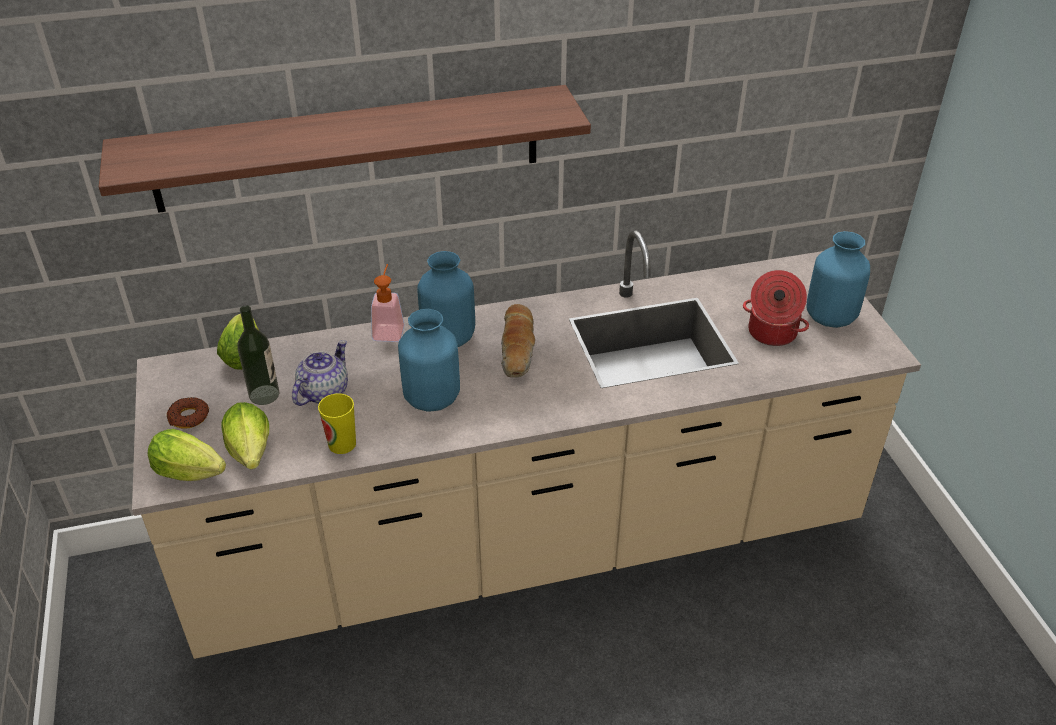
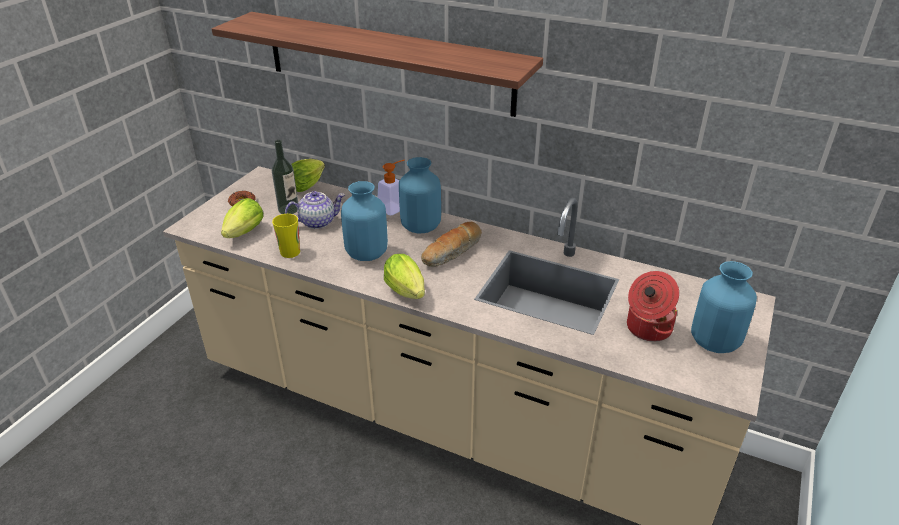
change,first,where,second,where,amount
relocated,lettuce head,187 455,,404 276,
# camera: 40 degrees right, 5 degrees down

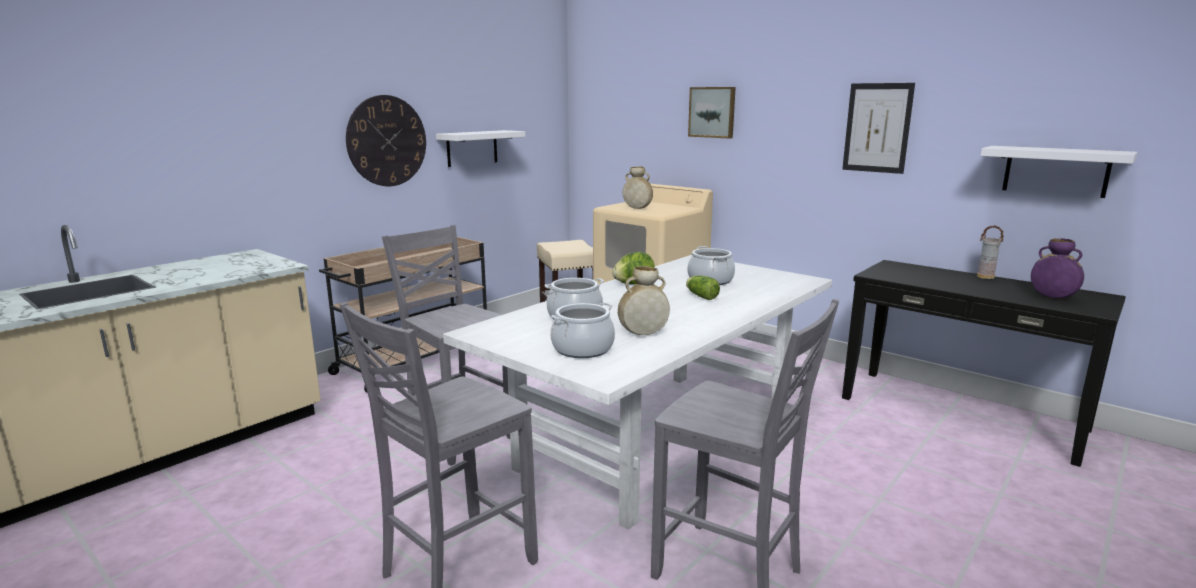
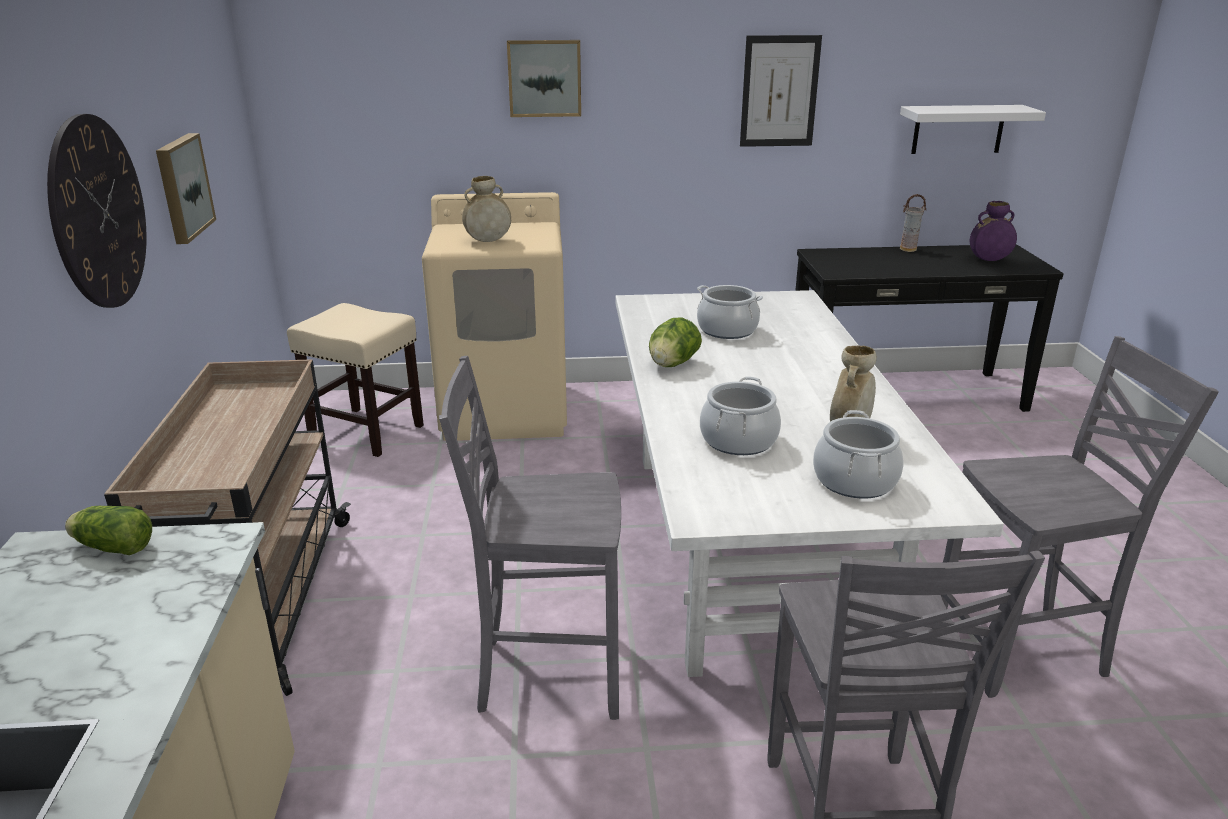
change,first,where,second,where,amount
exchanged,bracket shelf (whitish),480 148,wall art,186 188,
relocated,lettuce head,703 287,,108 530,
# camera: 45 degrees left, 10 degrees up

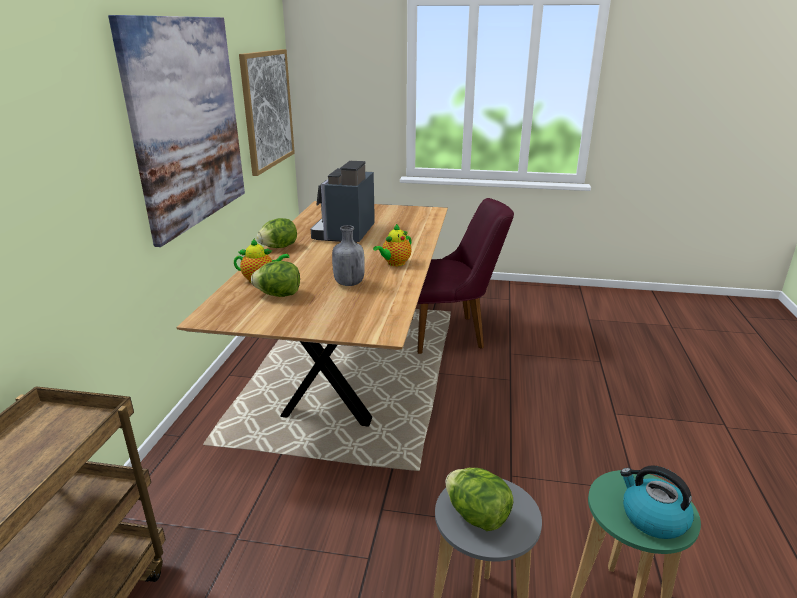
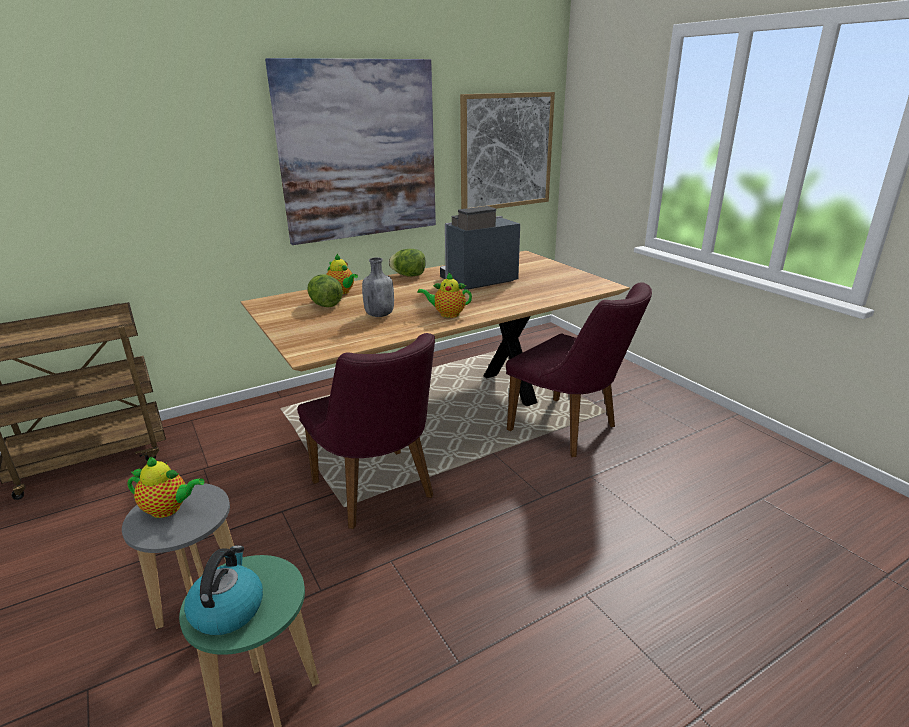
change,first,where,second,where,amount
exchanged,lettuce head,479 499,tea pot,166 487,
appeared,,,chair (purple),366 431,
# camera: 50 degrees right, 0 degrees up

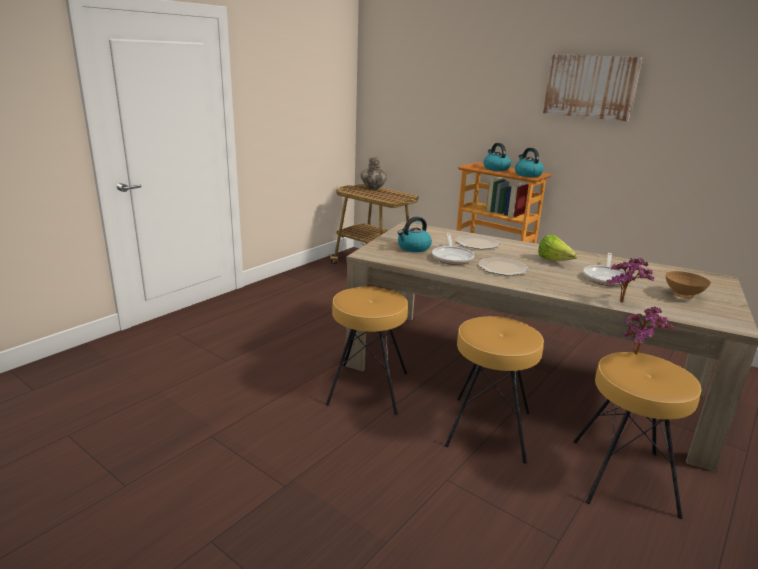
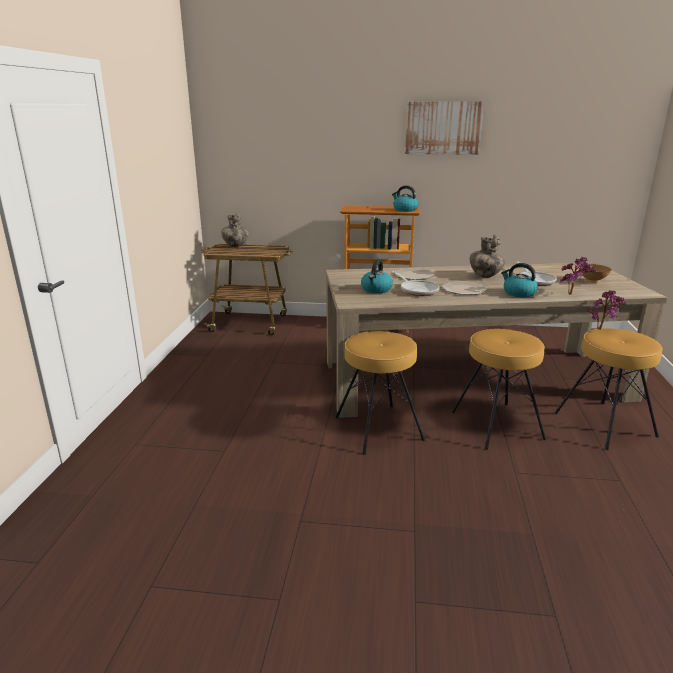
change,first,where,second,where,amount
relocated,tea kettle,497 157,,519 280,
exchanged,lettuce head,558 248,decorative vase,487 256,
# camera: 30 degrees left, 0 degrees up

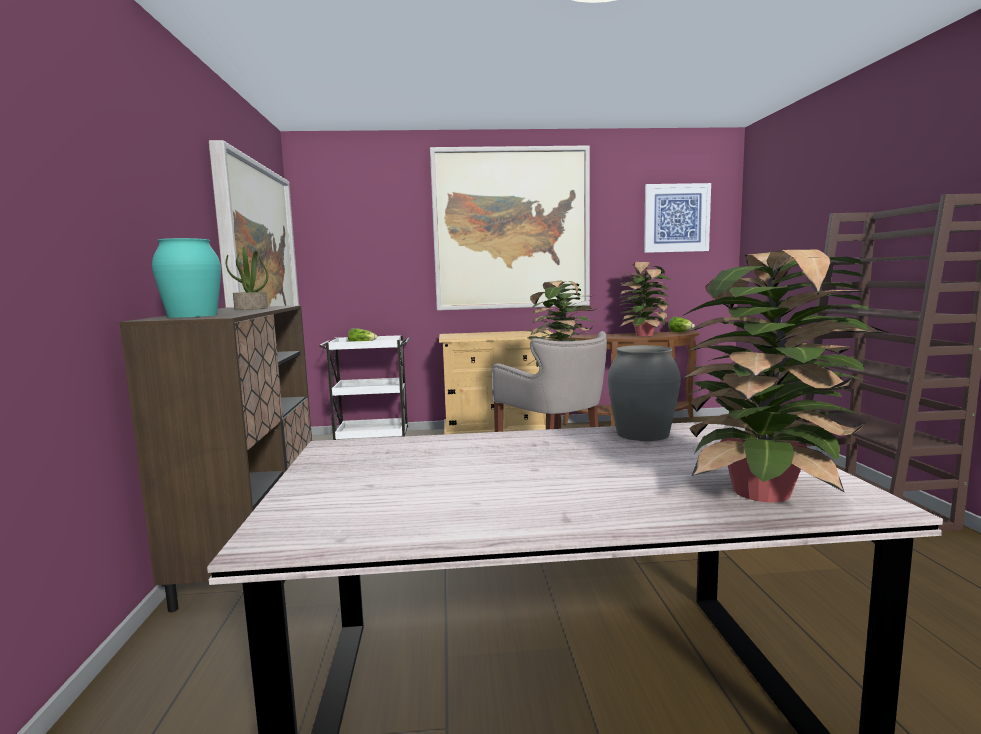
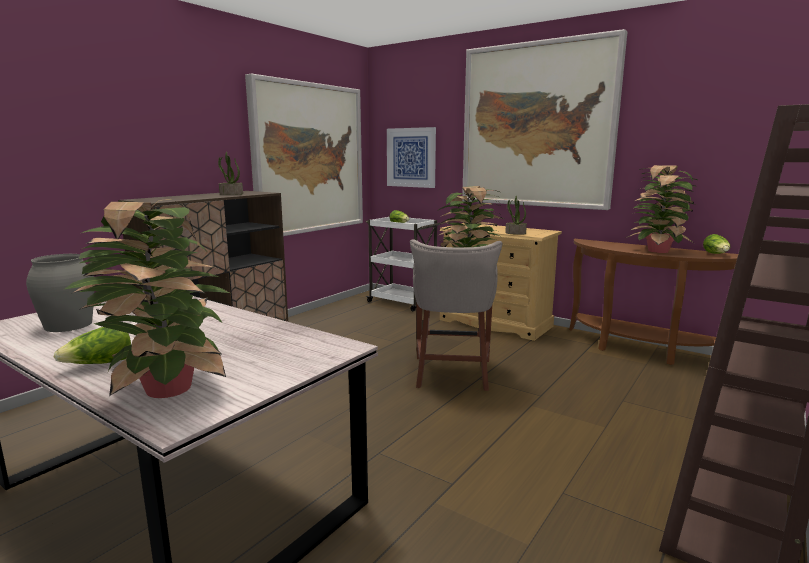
change,first,where,second,where,amount
missing,decorative vase (blue-green),186 278,,,
relocated,decorative vase (grey),644 393,,60 293,
relocated,wall art,677 218,,411 157,
appeared,,,lettuce head,92 345,
appeared,,,potted plant,516 215,
# camera: 40 degrees right, 5 degrees up

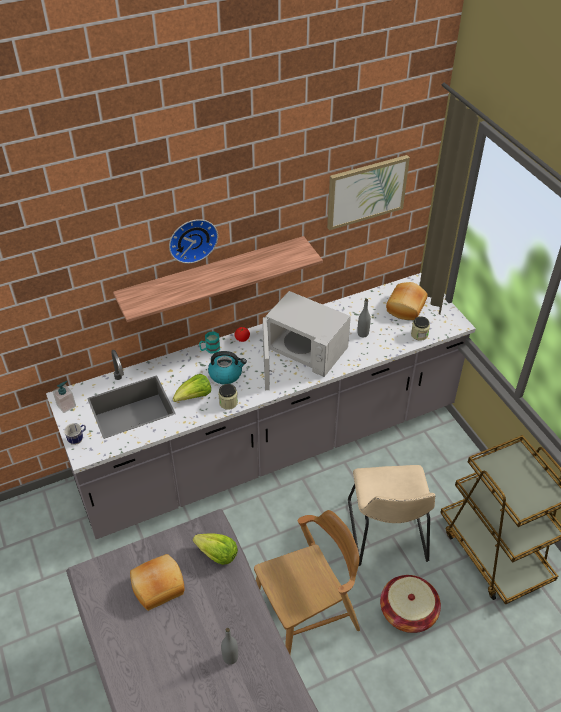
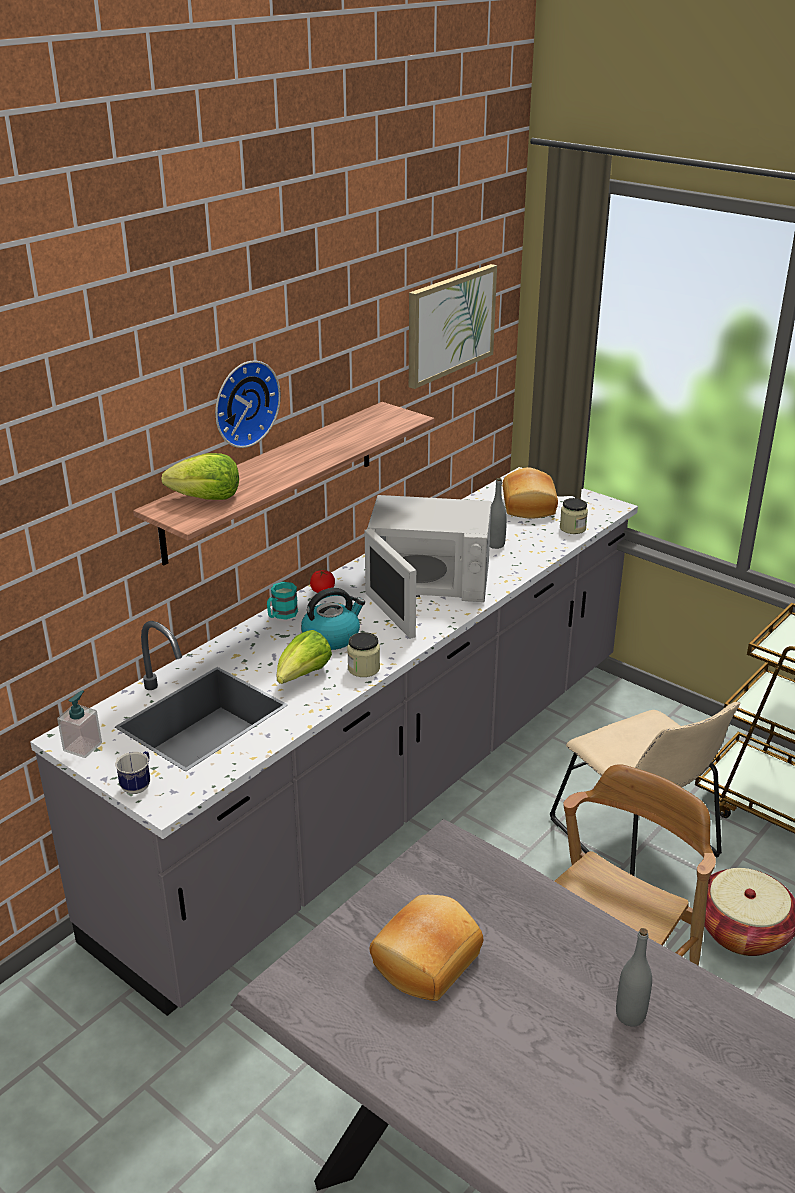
change,first,where,second,where,amount
relocated,lettuce head,215 549,,200 476,
# camera: 25 degrees left, 15 degrees down

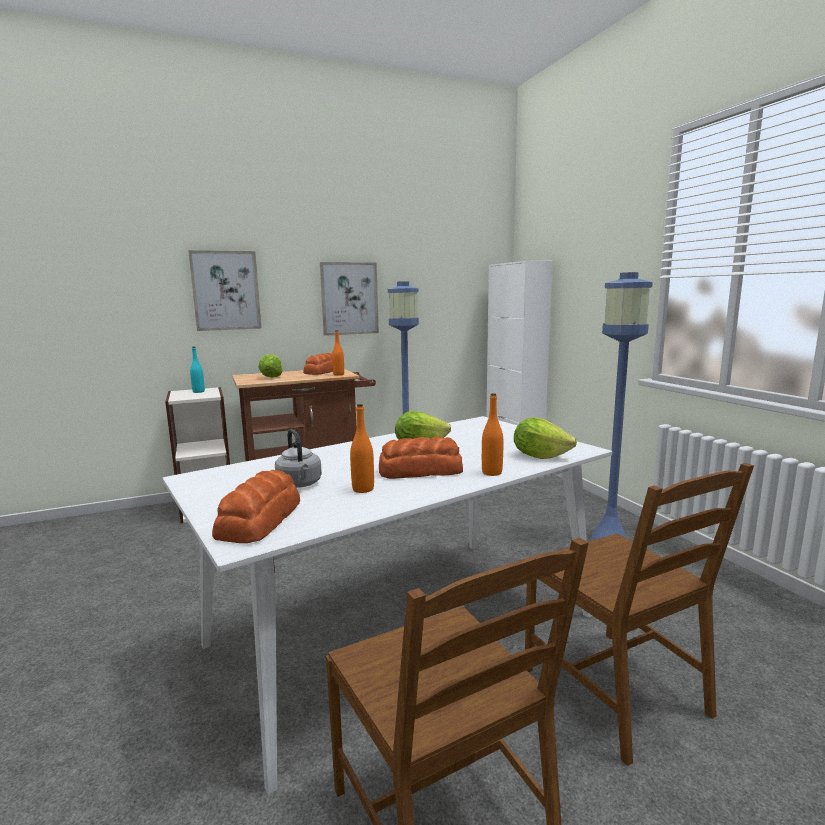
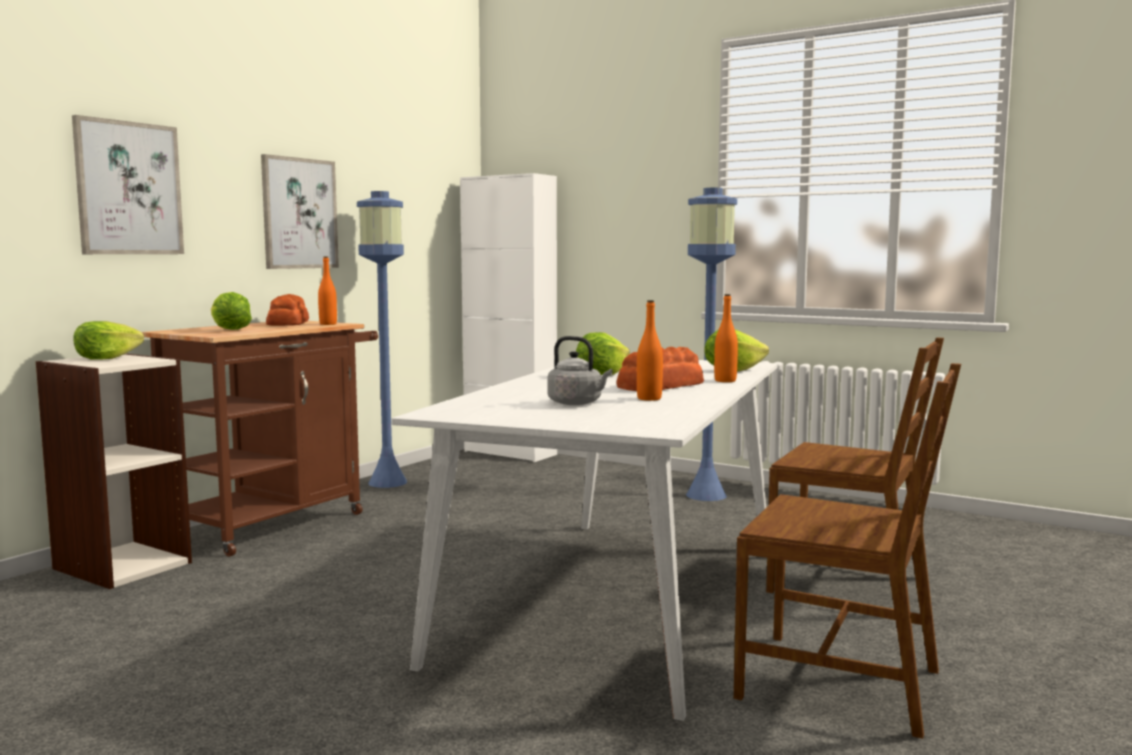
change,first,where,second,where,amount
exchanged,beverage bottle (blue-green),197 370,lettuce head,108 340,
missing,bakery bread,256 506,,,
# camera: 35 degrees left, 5 degrees down

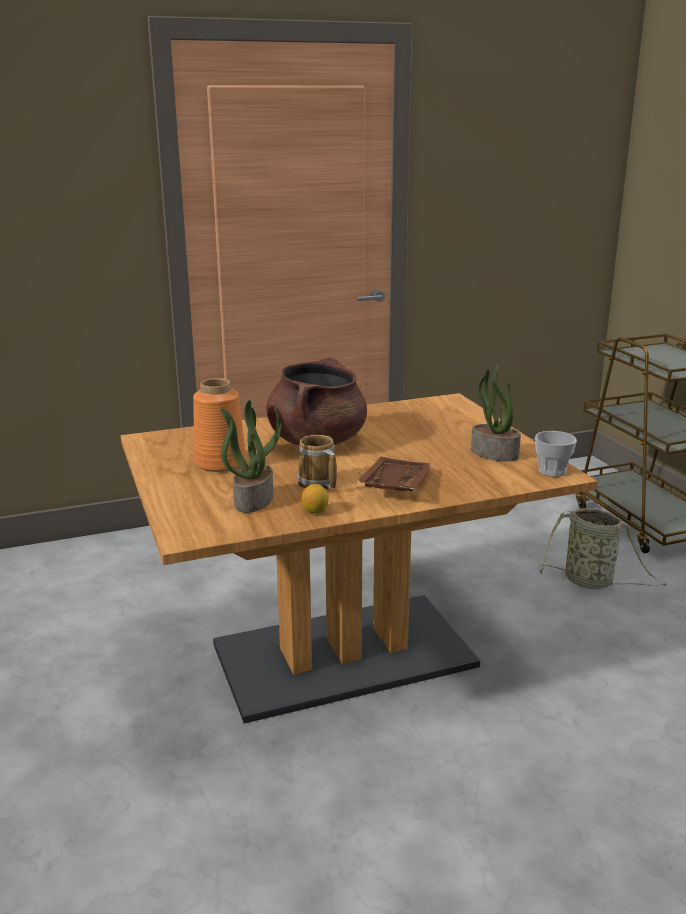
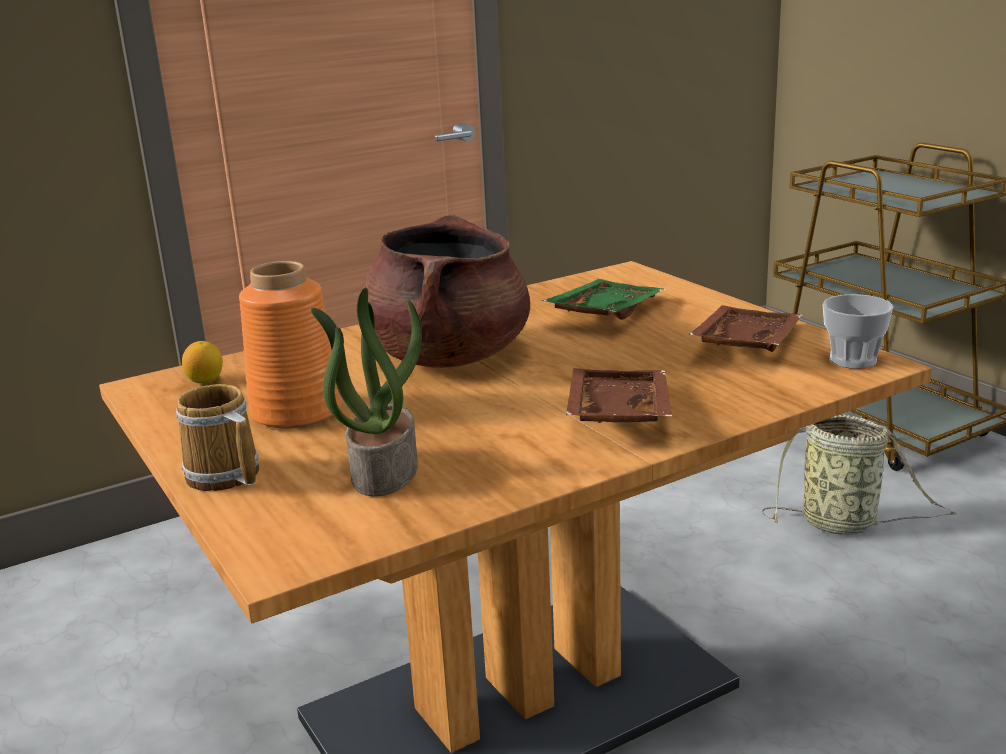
change,first,where,second,where,amount
relocated,mug,317 462,,217 437,
relocated,lemon,315 498,,202 362,
exchanged,potted plant,496 412,serving tray (brownish),745 328,
appeared,,,serving tray (greenish),604 299,
# camera: 10 degrees left, 0 degrees up

